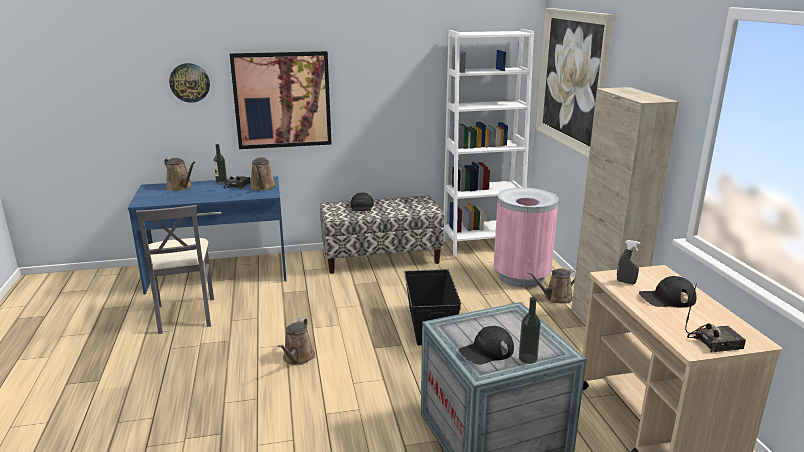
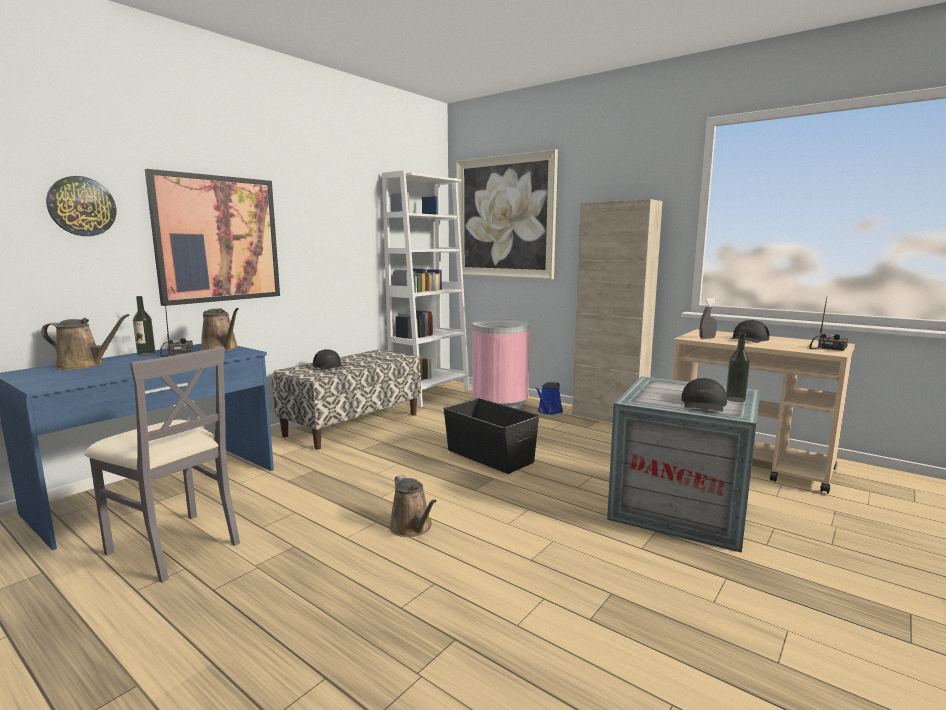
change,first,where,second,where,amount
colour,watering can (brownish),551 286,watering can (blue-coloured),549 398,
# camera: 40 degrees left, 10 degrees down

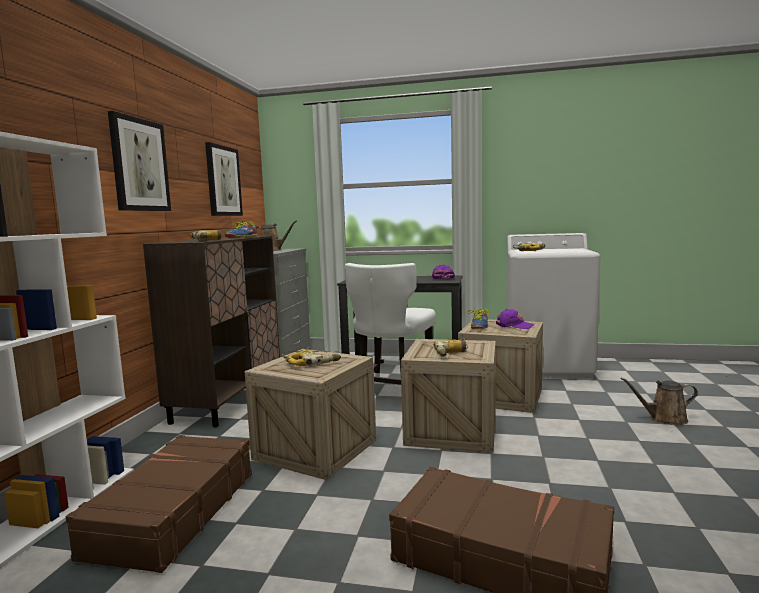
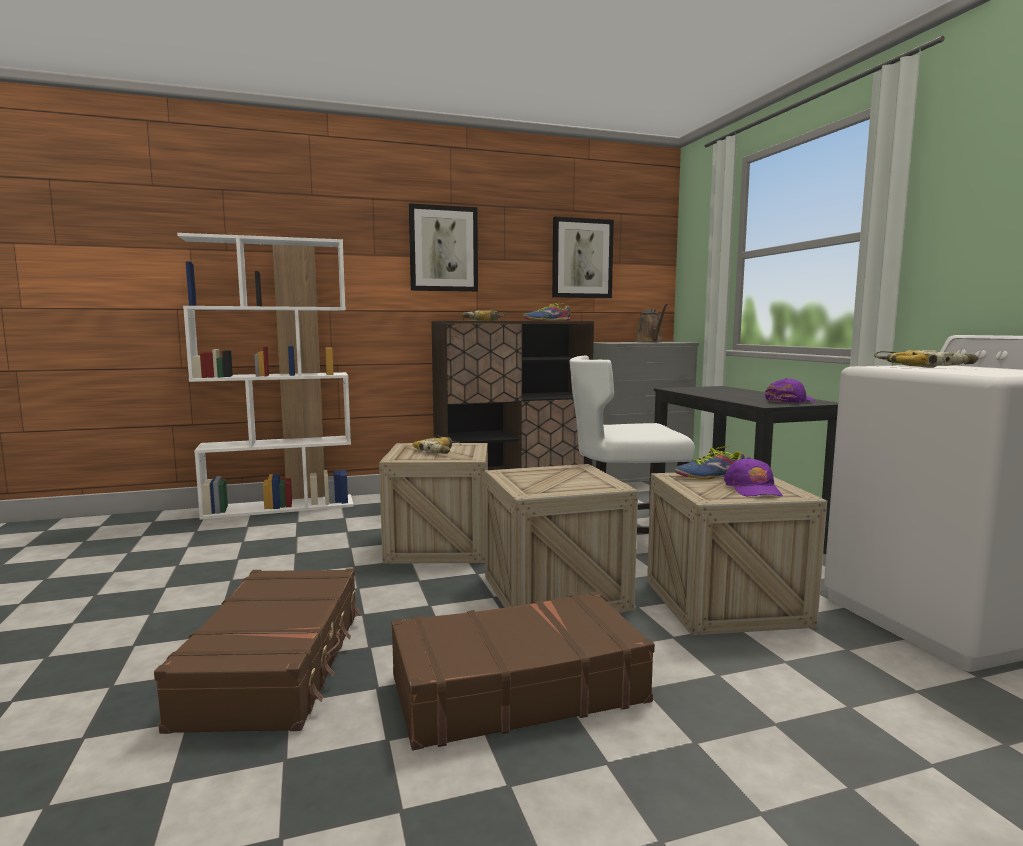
change,first,where,second,where,amount
relocated,suitcase (brownish),159 504,,523 671,
missing,drill,450 347,,,
missing,watering can (brownish),659 401,,,
# camera: 60 degrees right, 0 degrees up

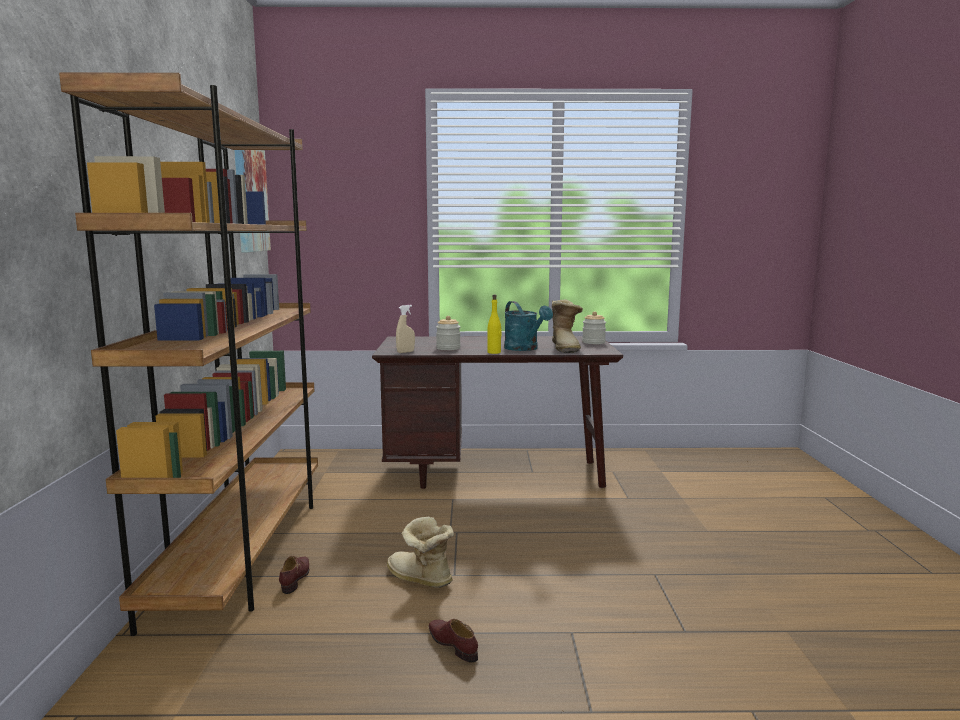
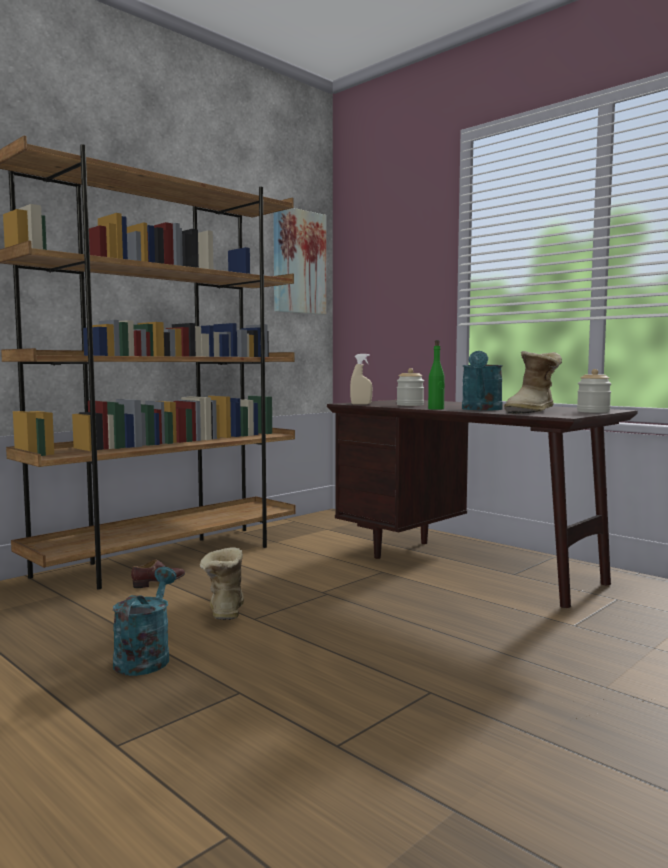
change,first,where,second,where,amount
exchanged,item of footwear (brownish),453 640,watering can (blue-green),144 621,
colour,beverage bottle (yellow-coloured),495 324,beverage bottle (greenish),436 375,
# camera: 45 degrees right, 5 degrees down

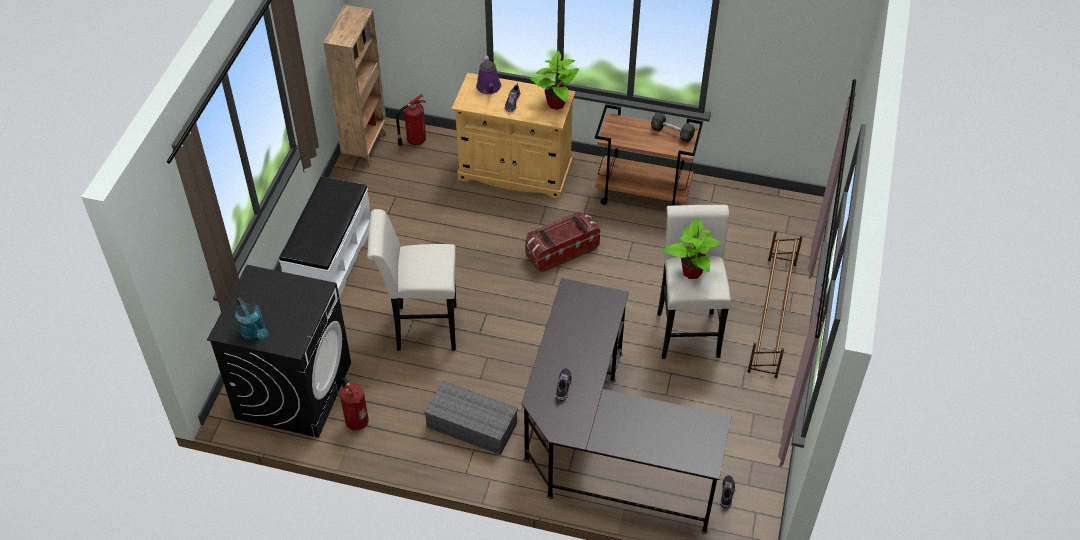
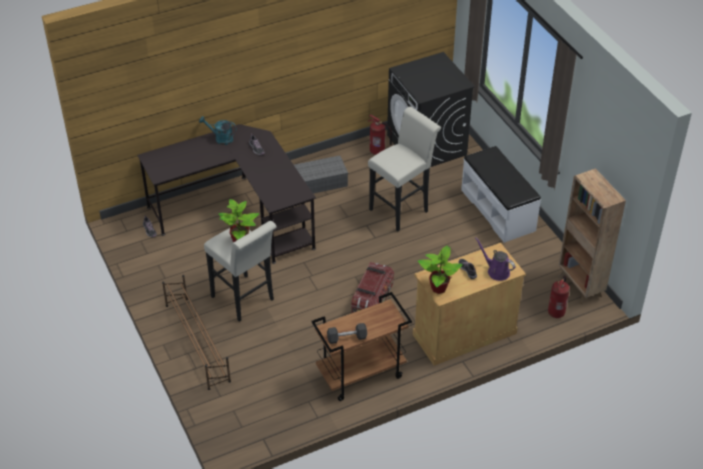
change,first,where,second,where,amount
relocated,watering can (blue-green),251 319,,218 130,
# camera: 140 degrees right, 5 degrees down

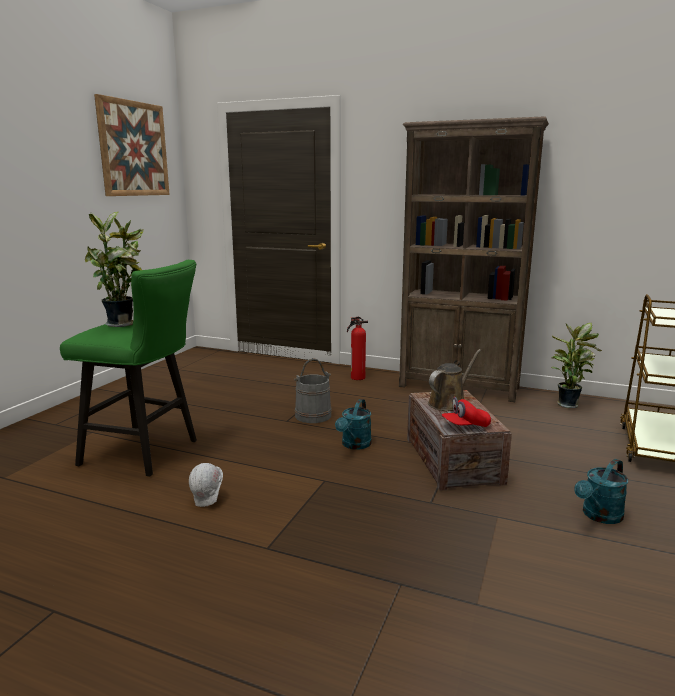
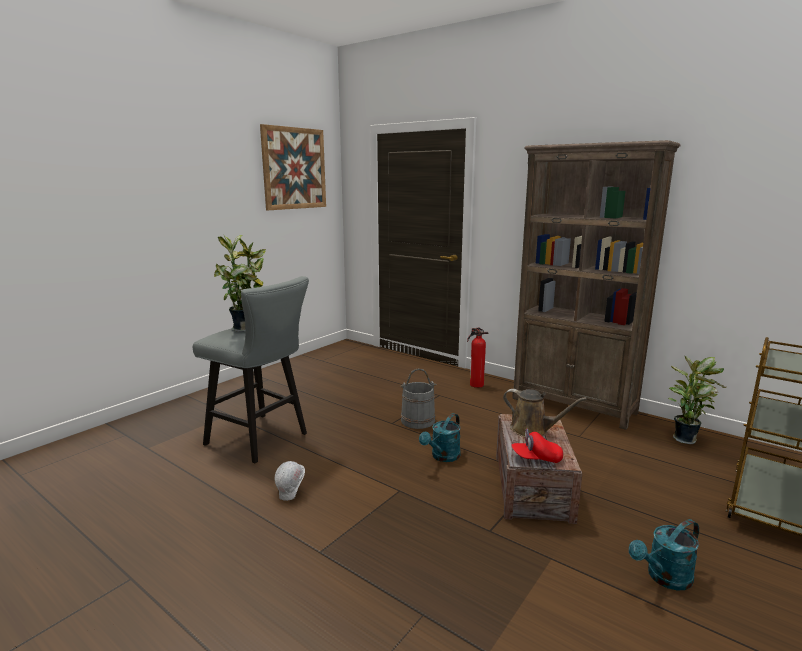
change,first,where,second,where,amount
colour,stool seat (greenish),128 368,stool seat (grey),251 369,
spun,watering can (brownish),454 380,,545 413,60 degrees clockwise
# camera: 15 degrees right, 0 degrees up

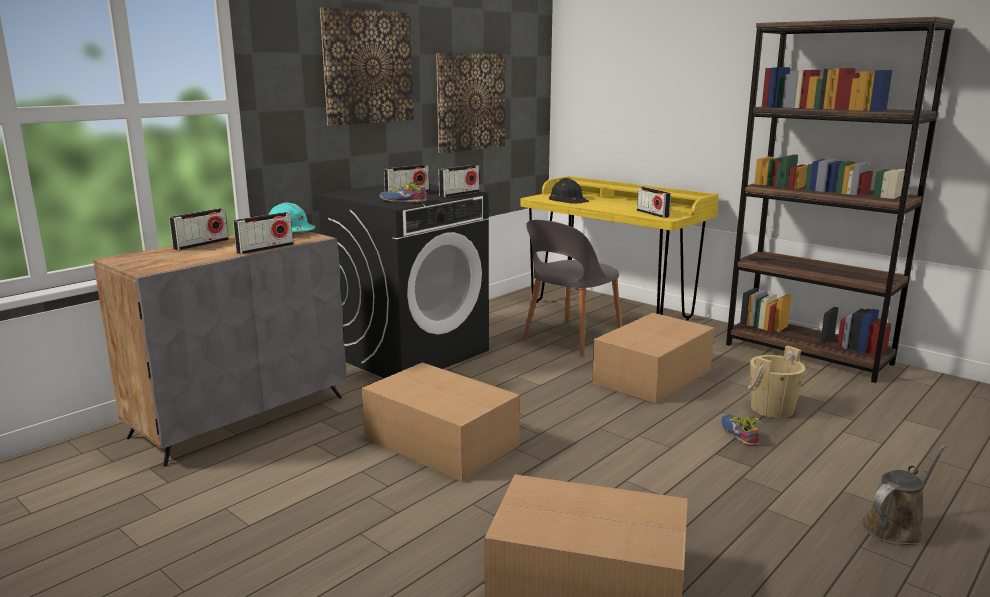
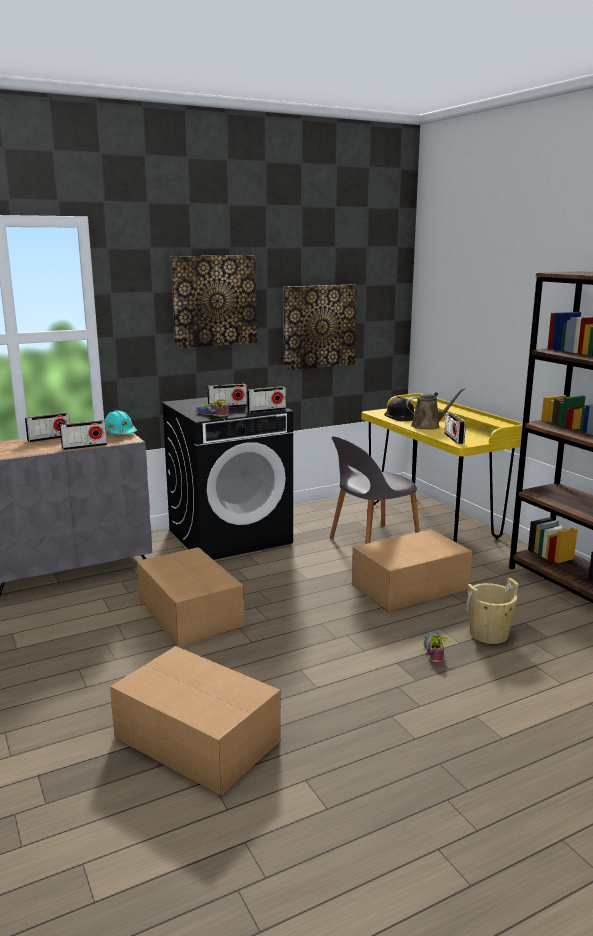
change,first,where,second,where,amount
relocated,watering can (brownish),904 494,,435 409,
# camera: 20 degrees right, 0 degrees up

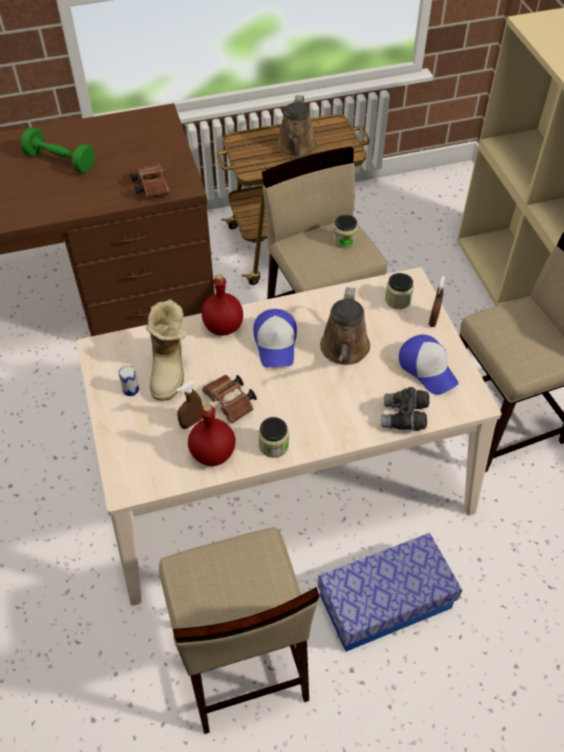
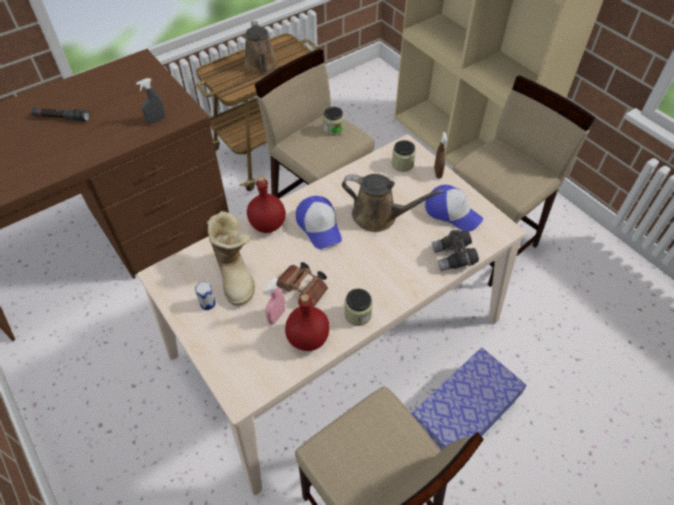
change,first,where,second,where,amount
exchanged,dumbbell (greenish),58 150,hand torch (black-coloured),59 114,
exchanged,field glasses (brownish),149 180,hand sprayer (grey),150 101,
colour,hand sprayer (brownish),189 405,hand sprayer (pinkish),274 301,
spun,watering can (brownish),345 326,,393 203,60 degrees counterclockwise
# camera: 20 degrees left, 0 degrees up

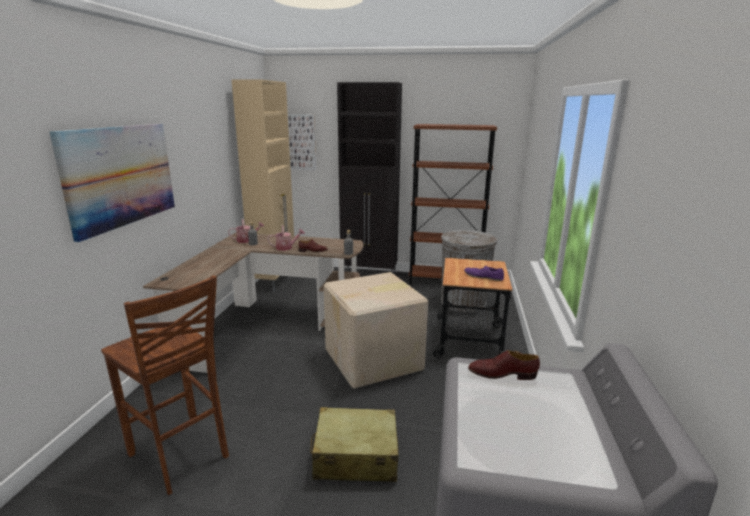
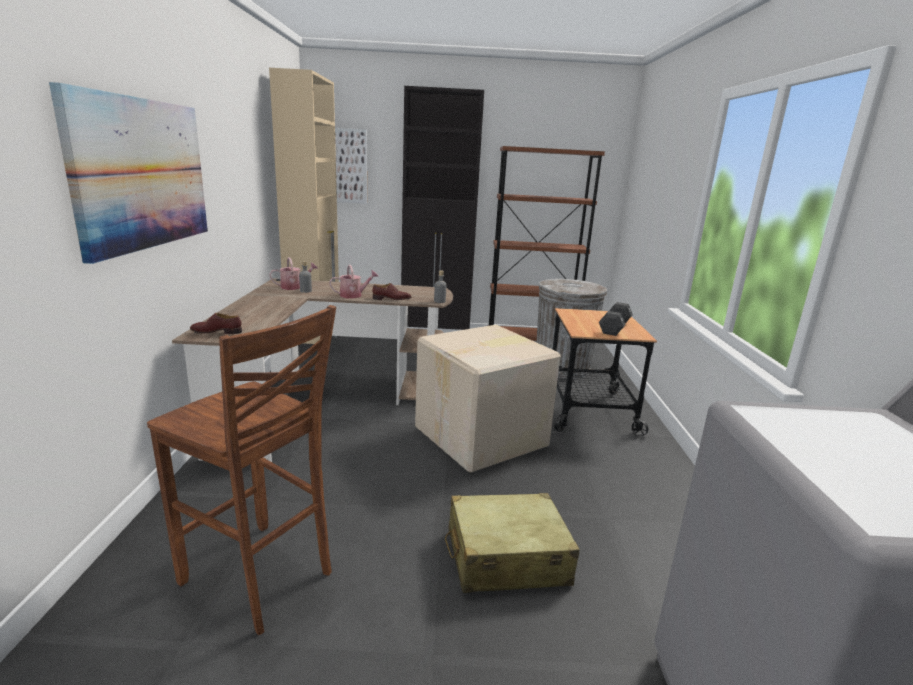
change,first,where,second,where,amount
exchanged,item of footwear (purple),484 273,dumbbell (black-coloured),616 319,
relocated,item of footwear (brownish),504 365,,216 323,
# camera: 10 degrees left, 0 degrees up

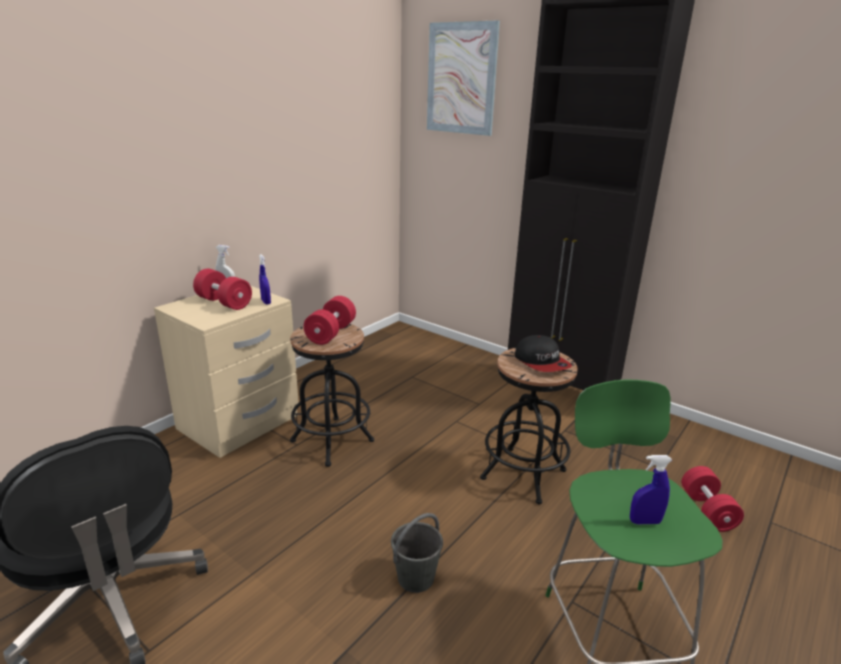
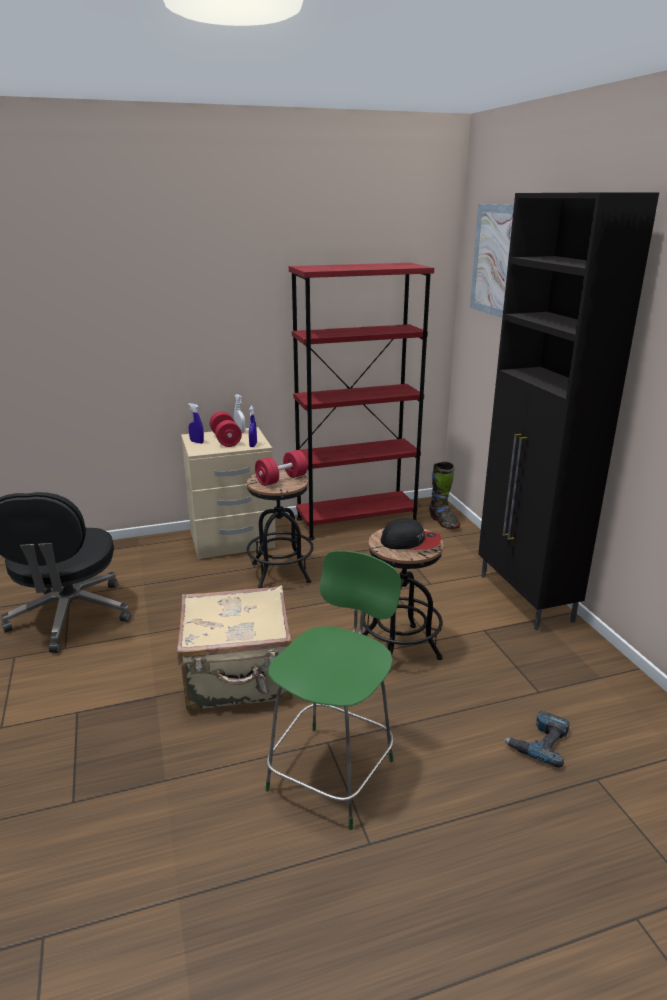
change,first,where,second,where,amount
exchanged,water bucket (grey),417 553,suitcase (beige-coloured),234 648,
spun,baseball cap,543 353,,411 534,90 degrees counterclockwise
relocated,hand sprayer (blue-coloured),651 489,,196 423,
exchanged,dumbbell (red),713 499,drill,537 739,
appeared,,,bookcase (red),361 401,
appeared,,,tall boot (black-coloured),444 495,
# camera: 35 degrees right, 0 degrees up

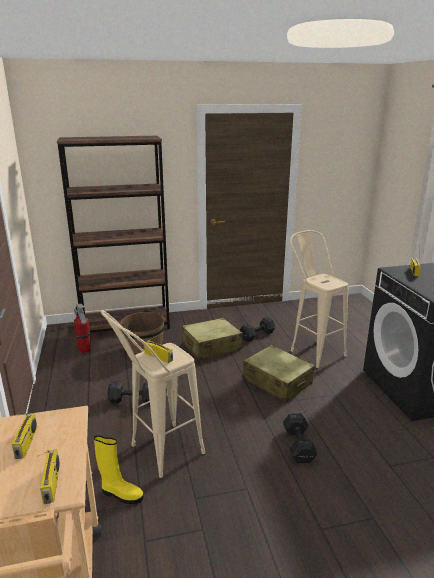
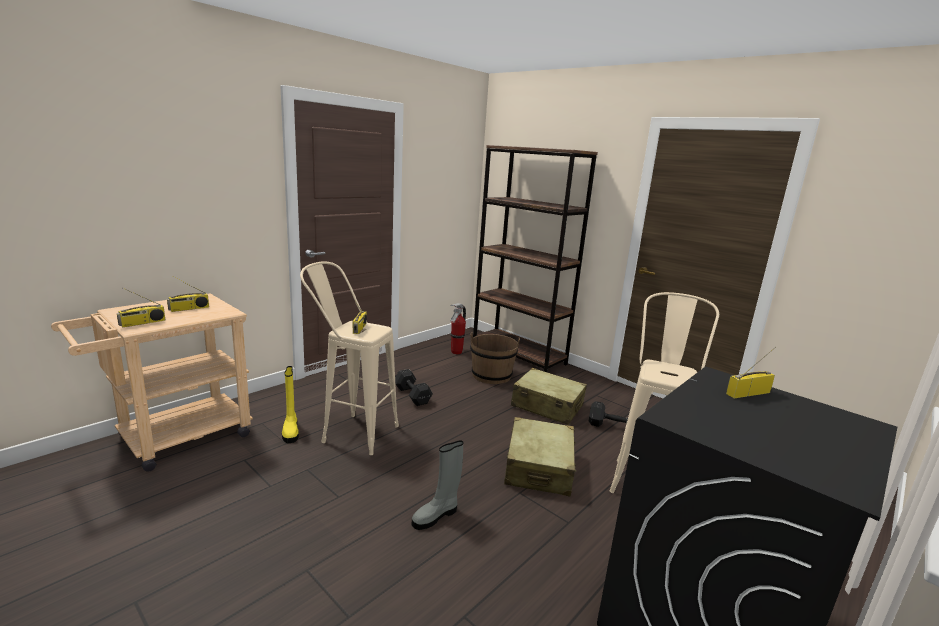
change,first,where,second,where,amount
exchanged,dumbbell (black-coloured),300 438,tall boot (grey),437 485,
# camera: 55 degrees right, 5 degrees down

